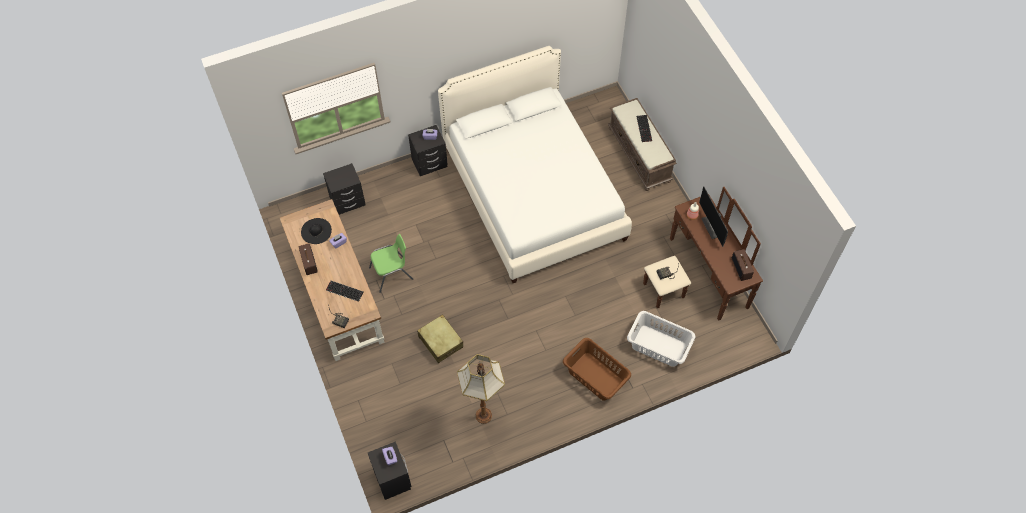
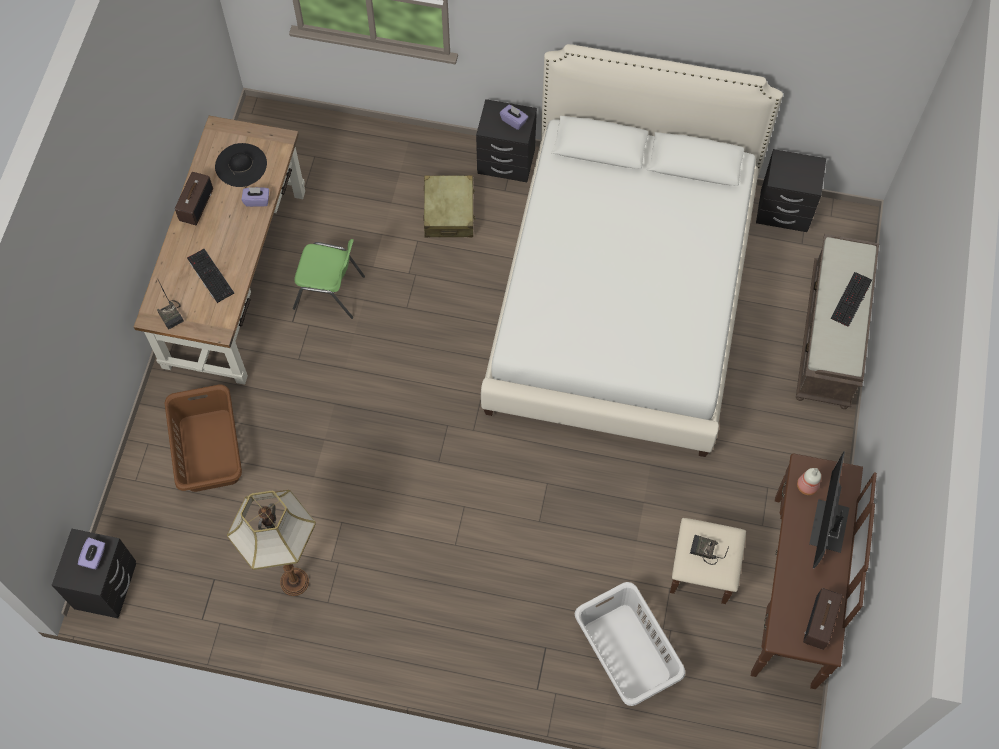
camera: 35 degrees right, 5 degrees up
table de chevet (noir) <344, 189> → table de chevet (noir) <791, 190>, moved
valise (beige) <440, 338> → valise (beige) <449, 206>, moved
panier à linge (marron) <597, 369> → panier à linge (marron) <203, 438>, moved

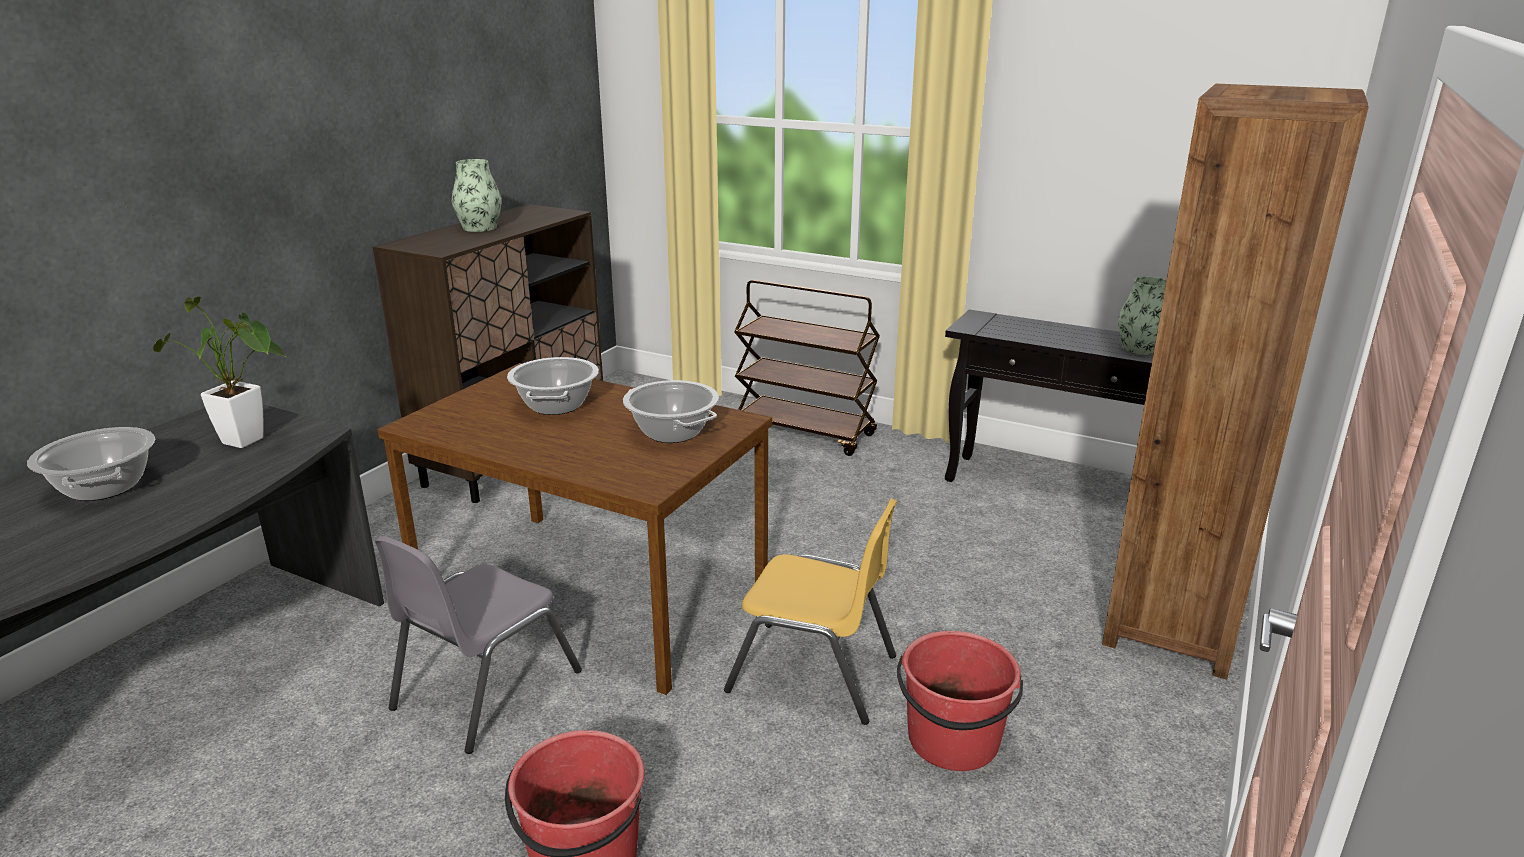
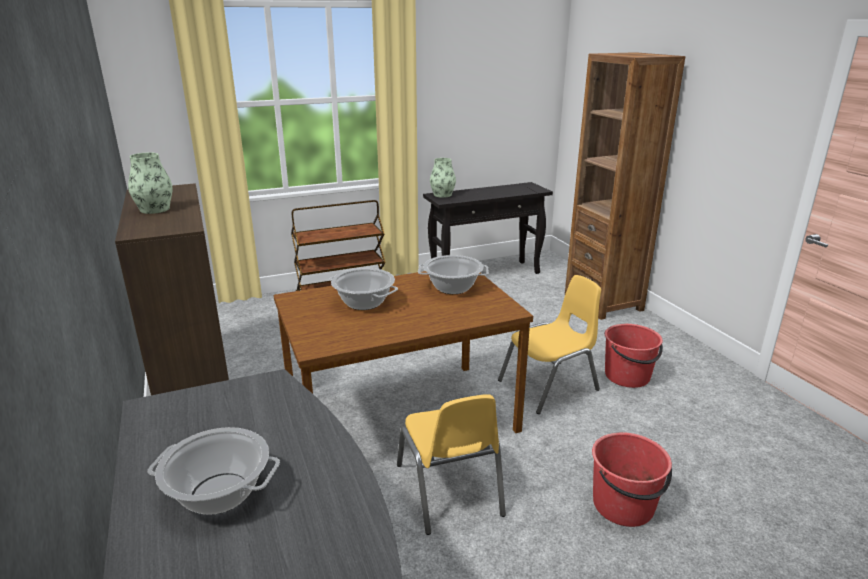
camera: 50 degrees left, 0 degrees up
plante en pot <219, 372> → -
chaise (gris) <478, 645> → chaise (jaune) <451, 464>
vase <1142, 316> → vase <443, 178>, moved

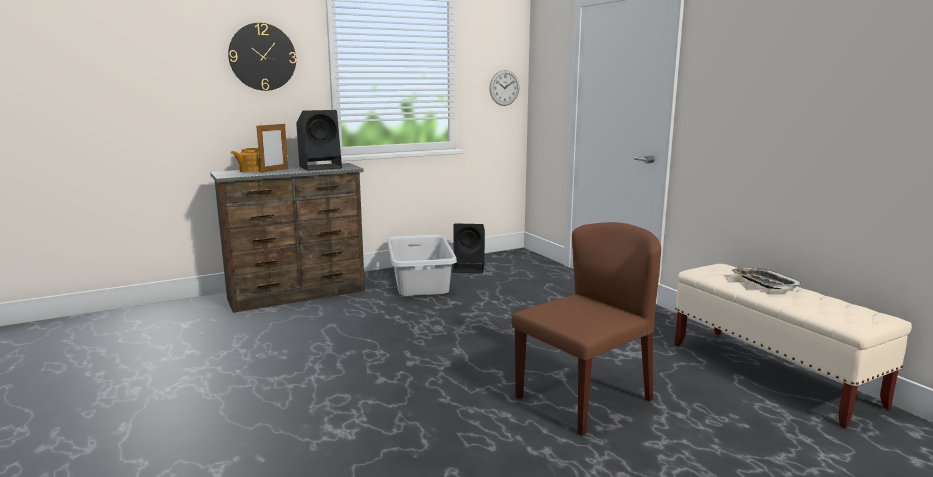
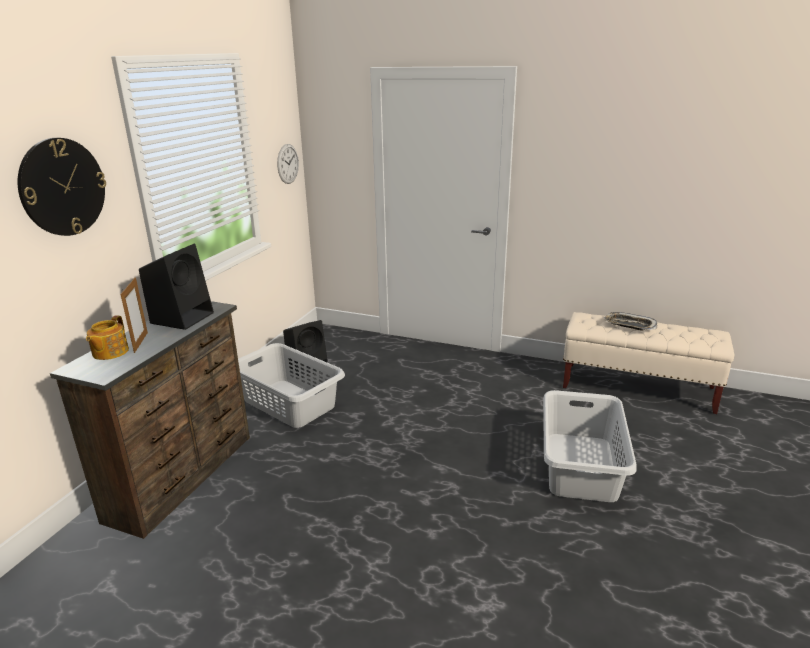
camera: 40 degrees left, 10 degrees up
chaise (marron) <586, 329> → panier à linge (gris) <590, 446>

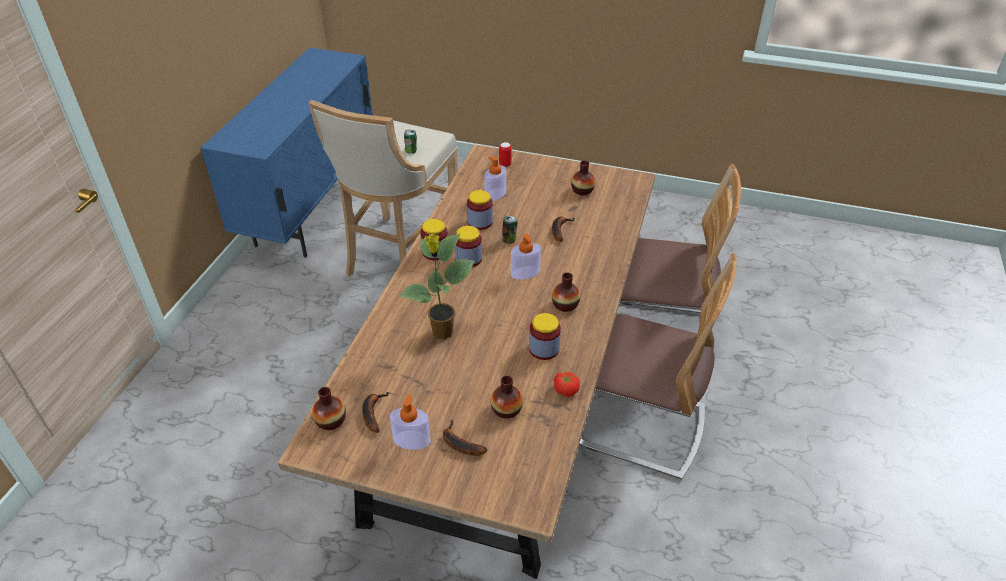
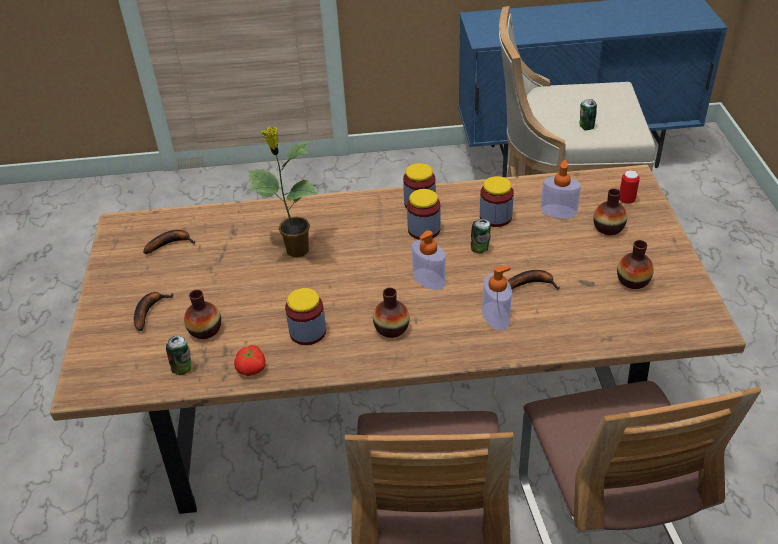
camera: 70 degrees right, 0 degrees up
vase <329, 408> → vase <610, 212>, moved
distributeur de savon <410, 422> → distributeur de savon <497, 298>, moved
- → boîte métallique <178, 355>

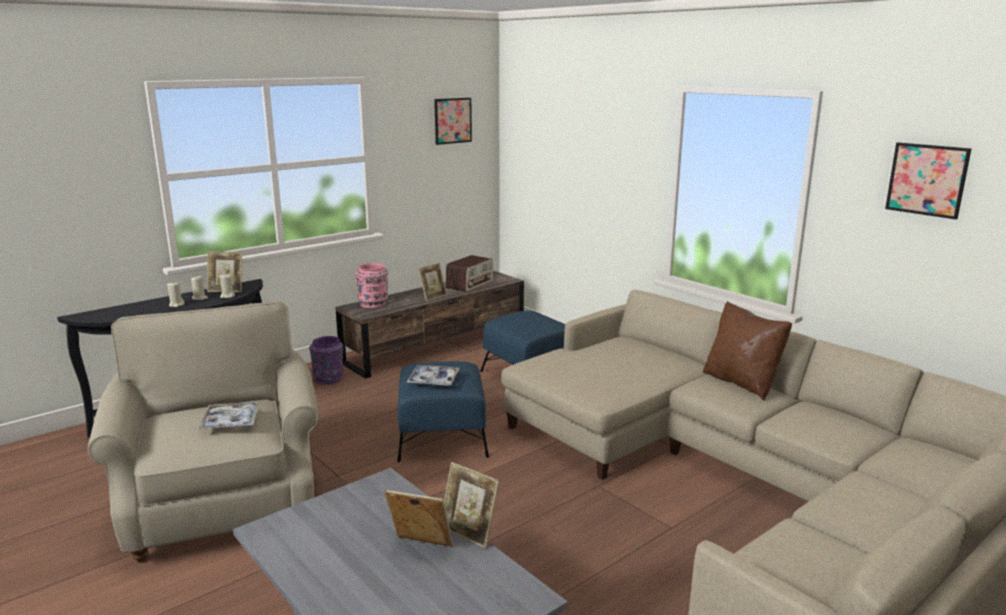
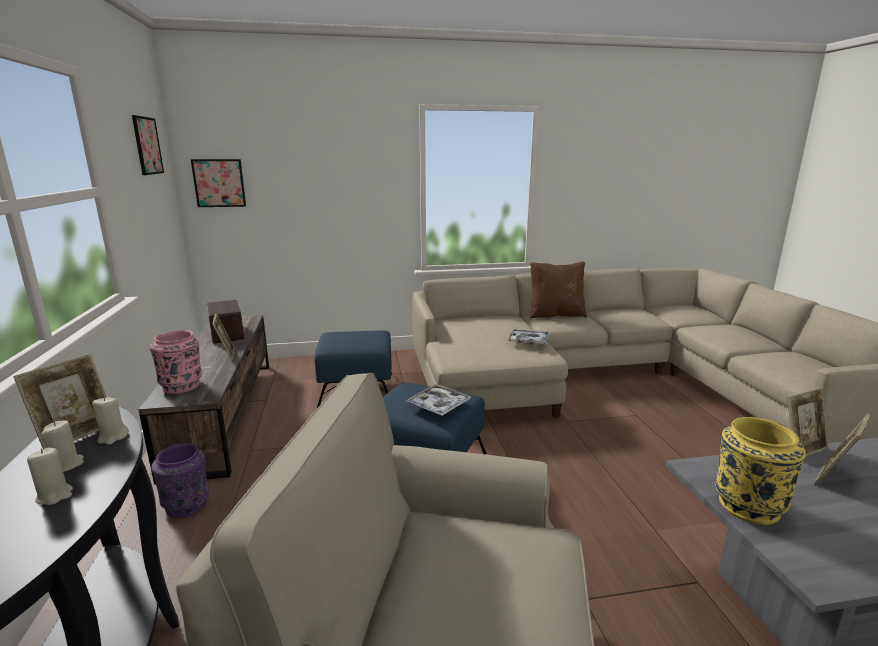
camera: 60 degrees left, 0 degrees up
plateau <229, 415> → plateau <528, 337>, moved
tableau <928, 180> → tableau <218, 183>, moved
- → vase (jaune) <760, 471>

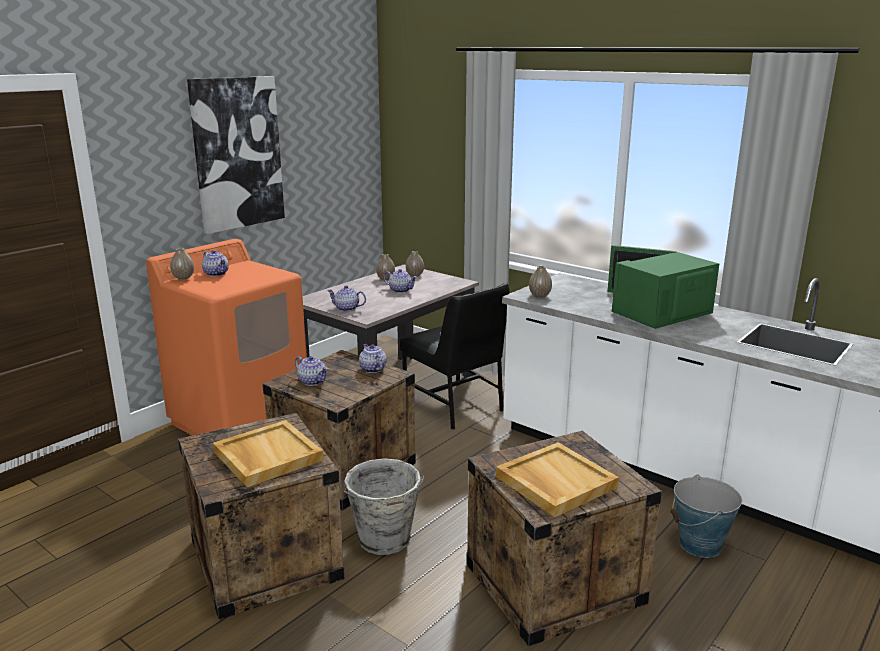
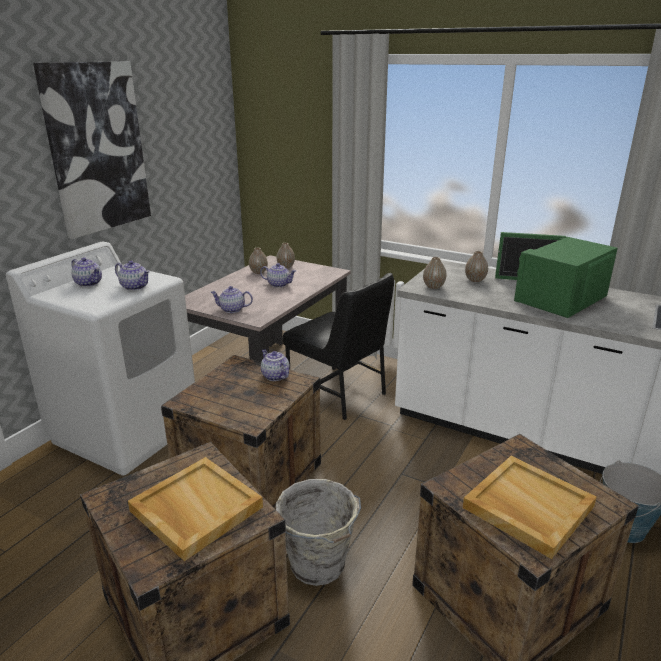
camera: 10 degrees left, 5 degrees up
lave-linge (orange) <226, 337> → lave-linge (blanc) <100, 358>
vase <182, 264> → vase <476, 266>, moved
théière <311, 371> → théière <132, 275>, moved

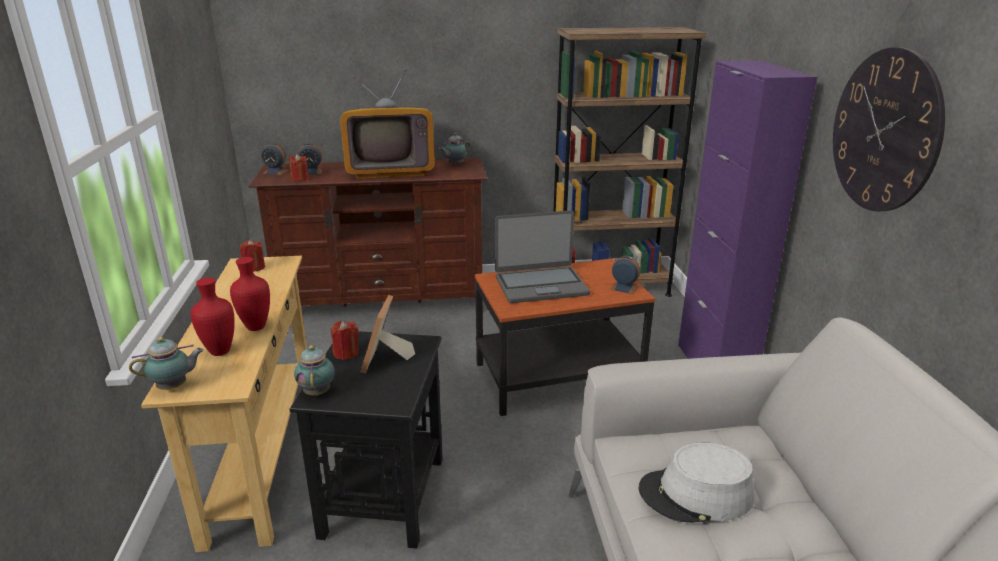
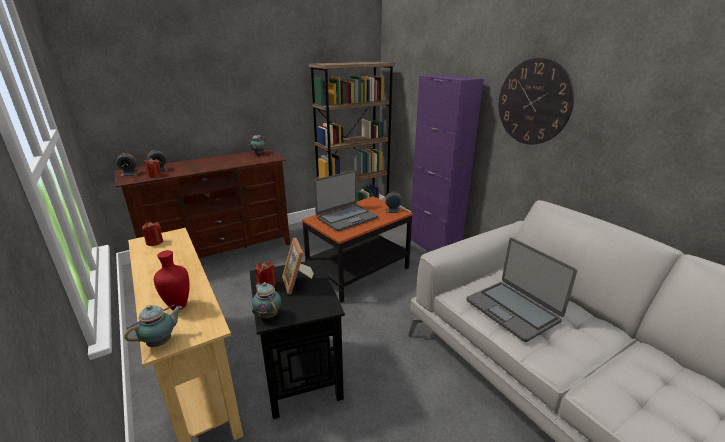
camera: 25 degrees left, 0 degrees up
vase (rouge) <250, 294> → -
téléviseur <387, 123> → -
chapeau (gris) <696, 482> → ordinateur portable <521, 290>

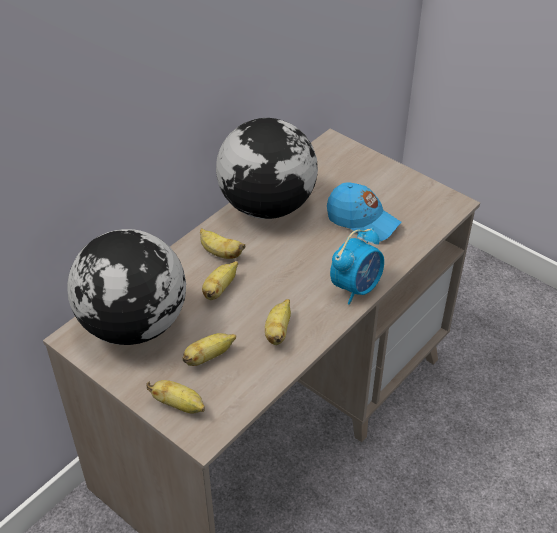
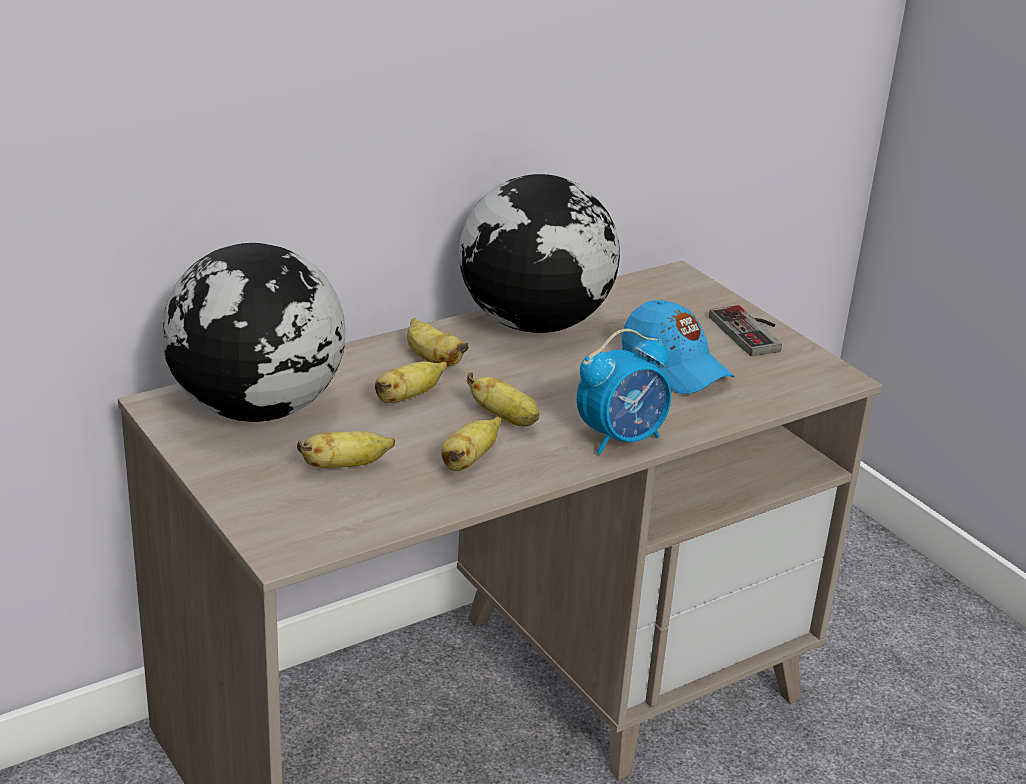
camera: 15 degrees right, 15 degrees down
banane <175, 397> → banane <503, 399>, moved
- → manette <745, 330>

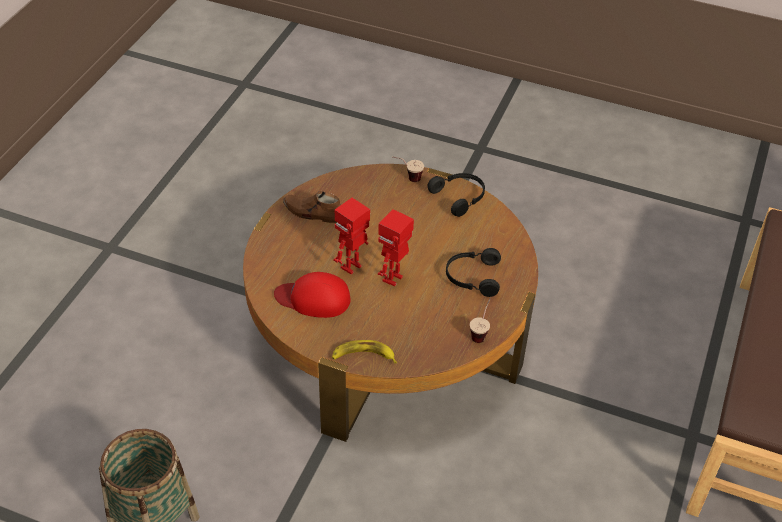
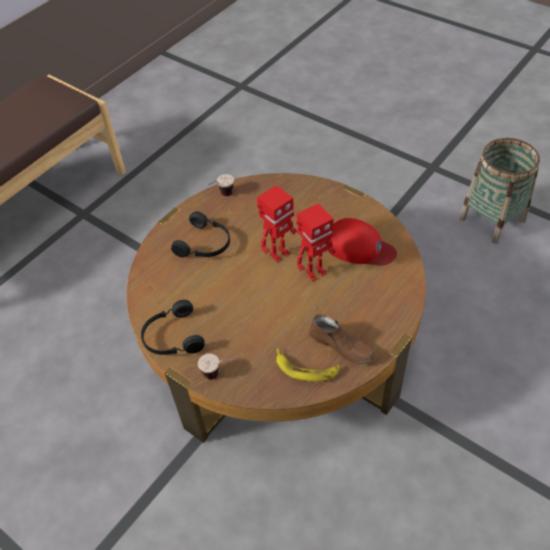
camera: 160 degrees left, 5 degrees up
banane <364, 352> → banane <308, 365>, moved

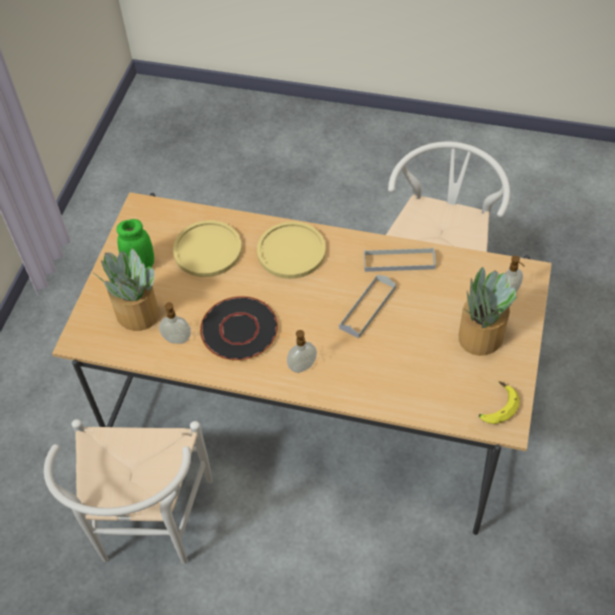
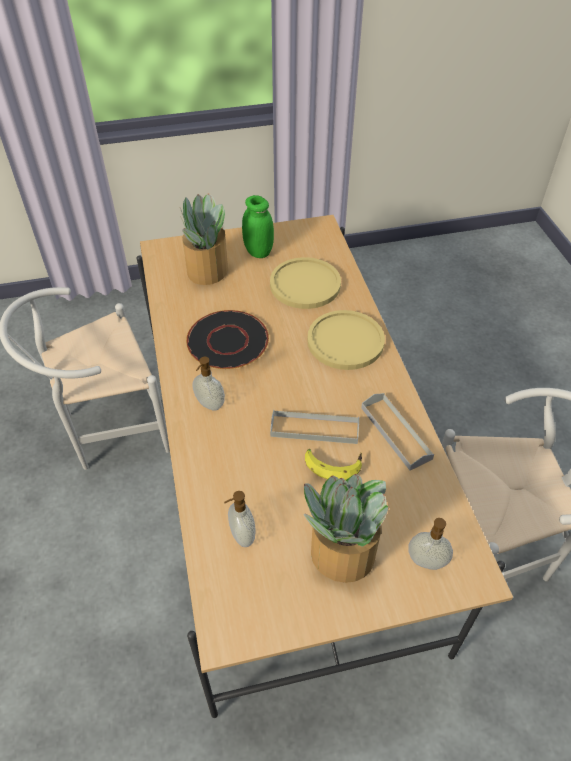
camera: 60 degrees right, 5 degrees down
distributeur de savon <175, 323> → distributeur de savon <240, 519>, moved
banane <499, 402> → banane <333, 464>, moved

